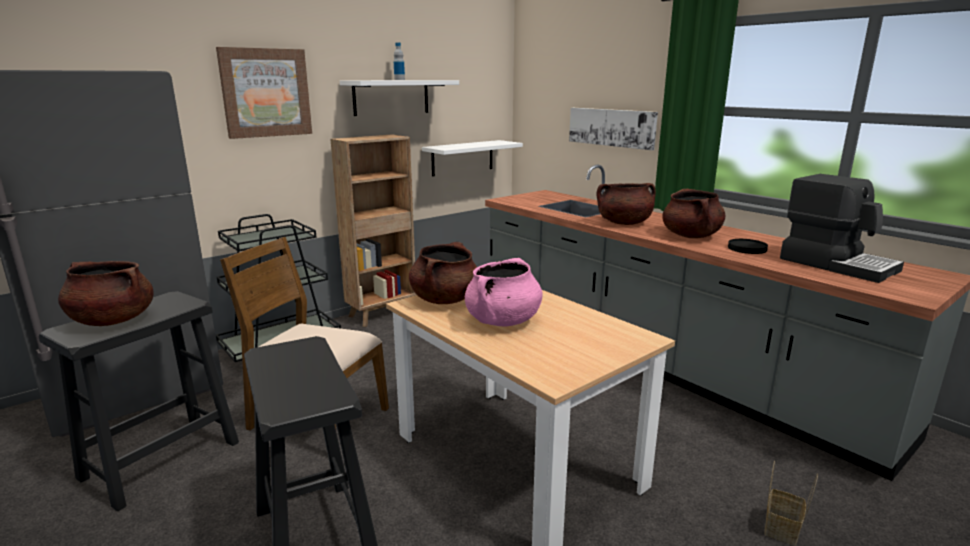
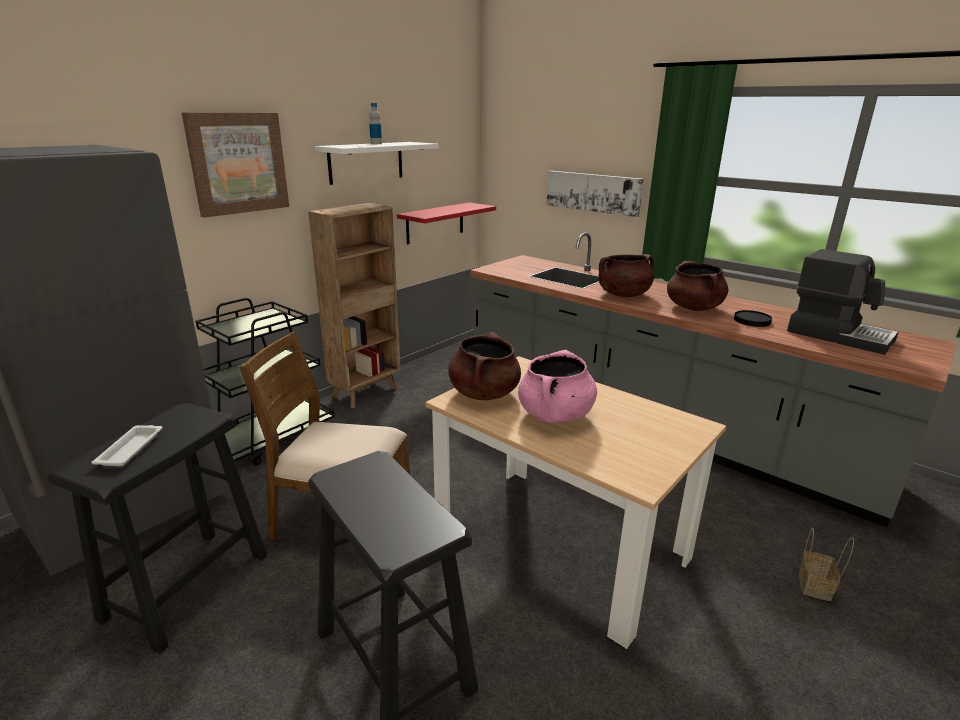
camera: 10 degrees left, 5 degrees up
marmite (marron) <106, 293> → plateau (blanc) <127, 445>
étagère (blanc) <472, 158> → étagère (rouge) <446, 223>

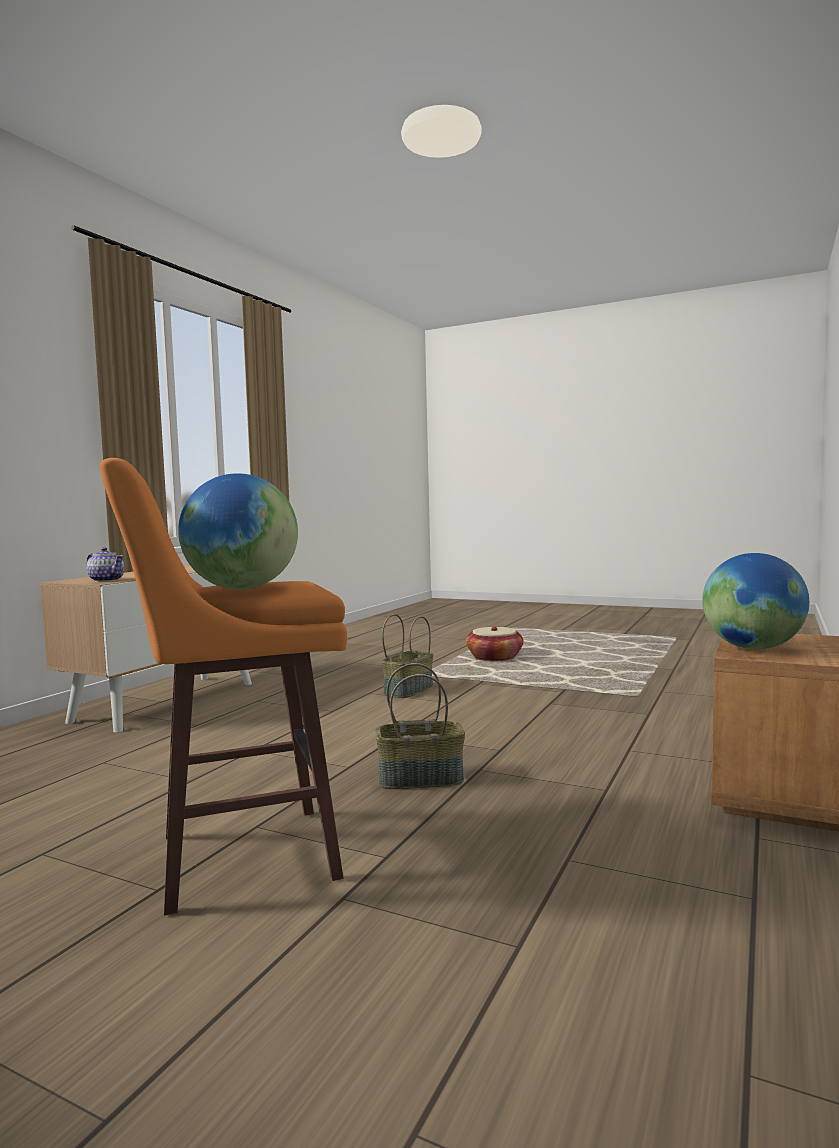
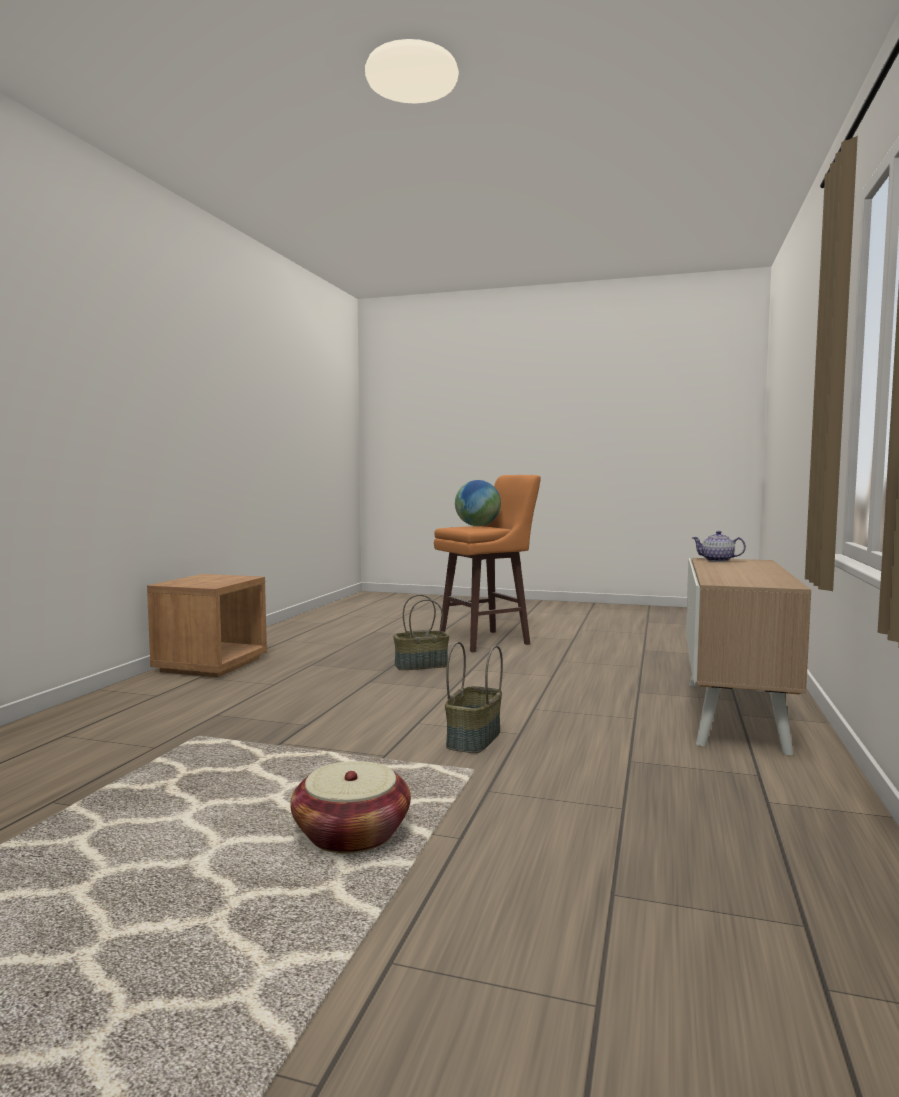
camera: 170 degrees right, 0 degrees up
globe <755, 601> → -

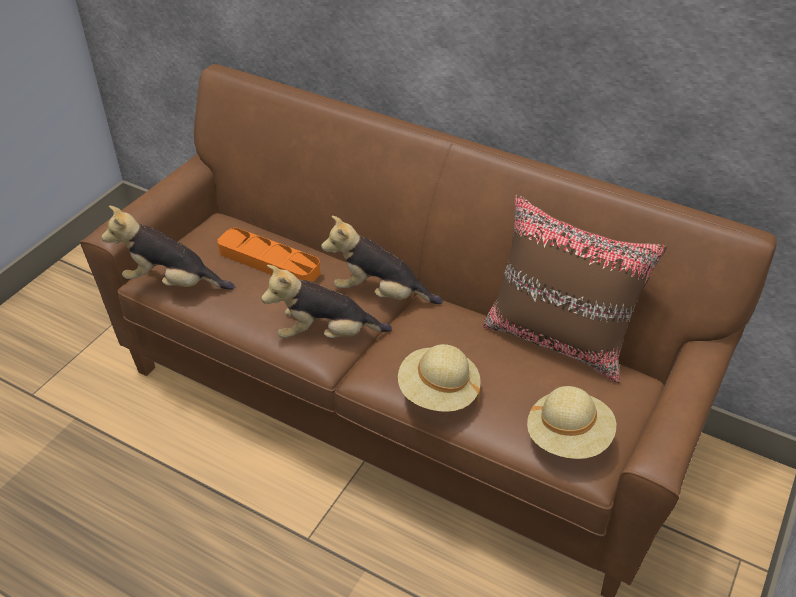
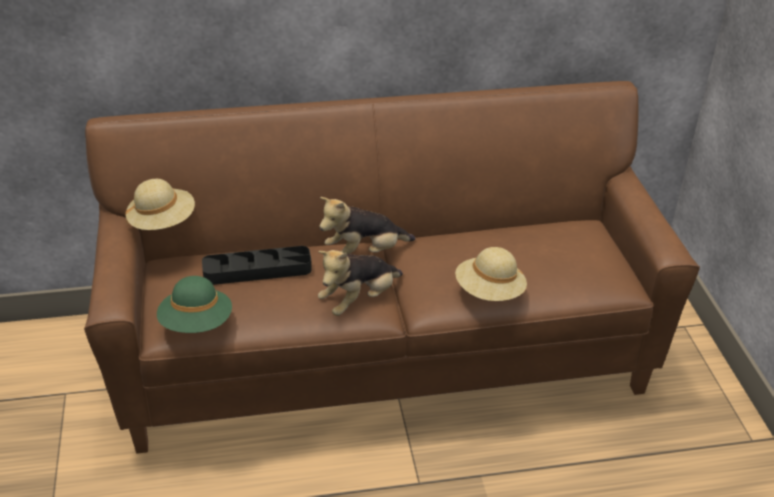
camera: 40 degrees left, 5 degrees down
peluche <168, 247> → chapeau (vert) <194, 304>
plateau (orange) <269, 255> → plateau (noir) <257, 265>
coussin (marron) <575, 288> → -
chapeau (beige) <571, 422> → chapeau (beige) <160, 204>, moved

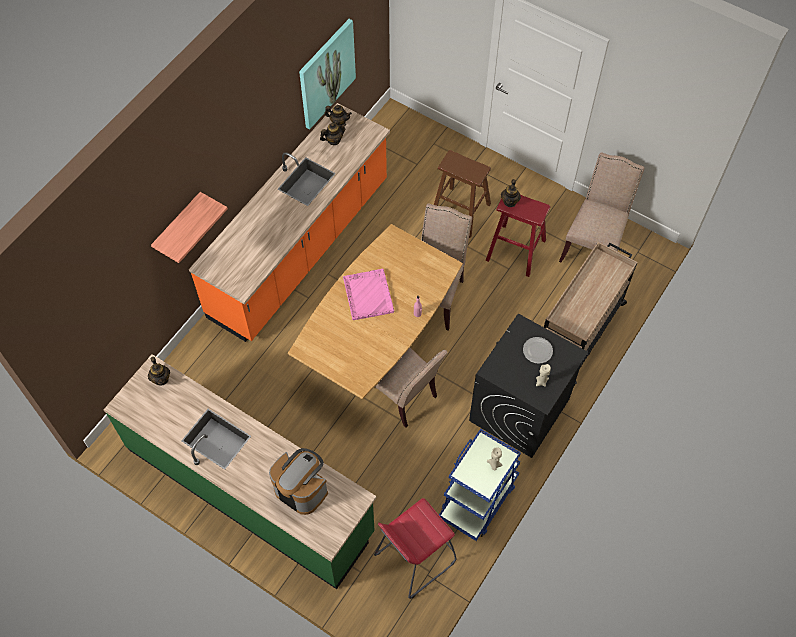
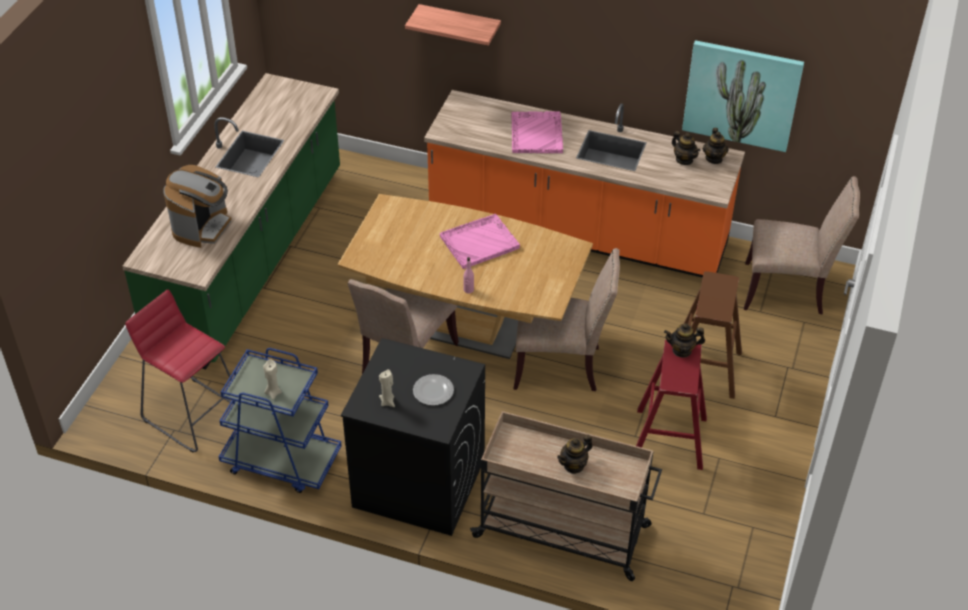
camera: 75 degrees right, 15 degrees down
théière <159, 371> → théière <575, 454>, moved
chaise (beige) <601, 207> → chaise (beige) <802, 245>, moved
- → plateau (rose) <537, 132>

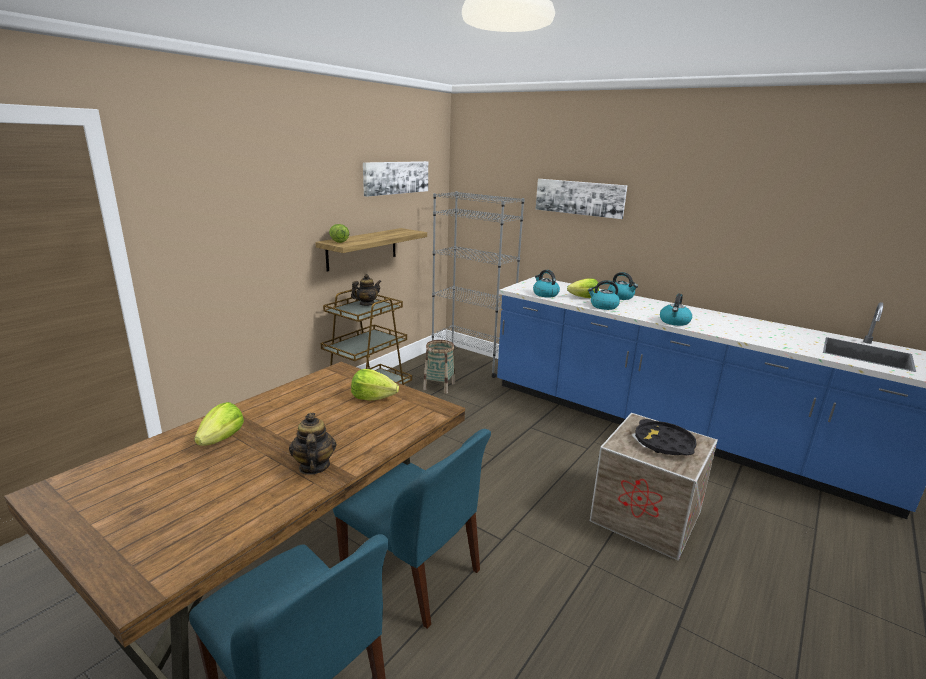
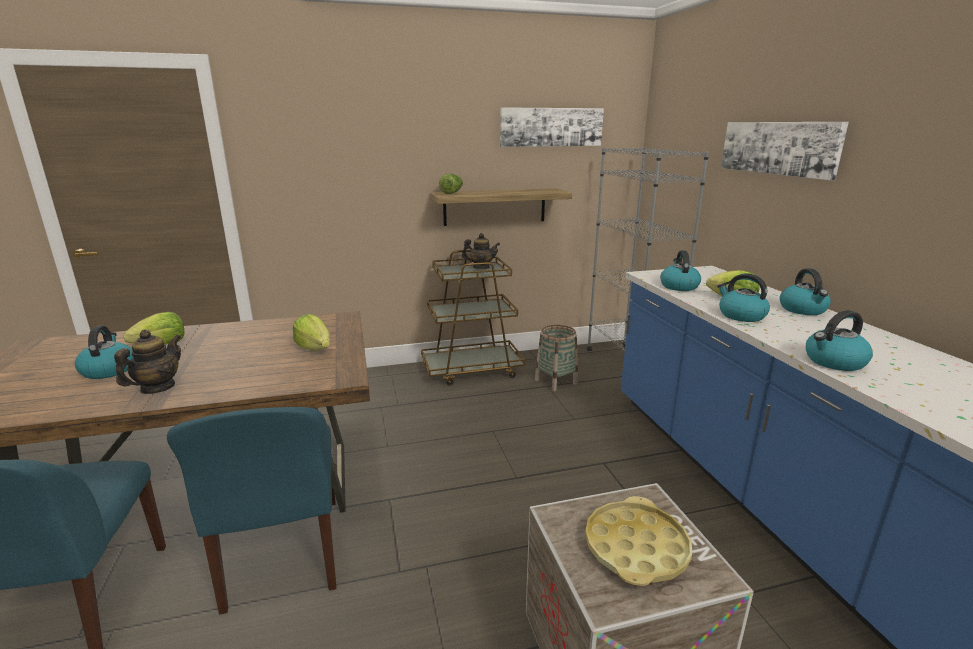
camera: 40 degrees right, 0 degrees up
plateau (noir) <666, 437> → plateau (jaune) <638, 541>
- → bouilloire <104, 352>

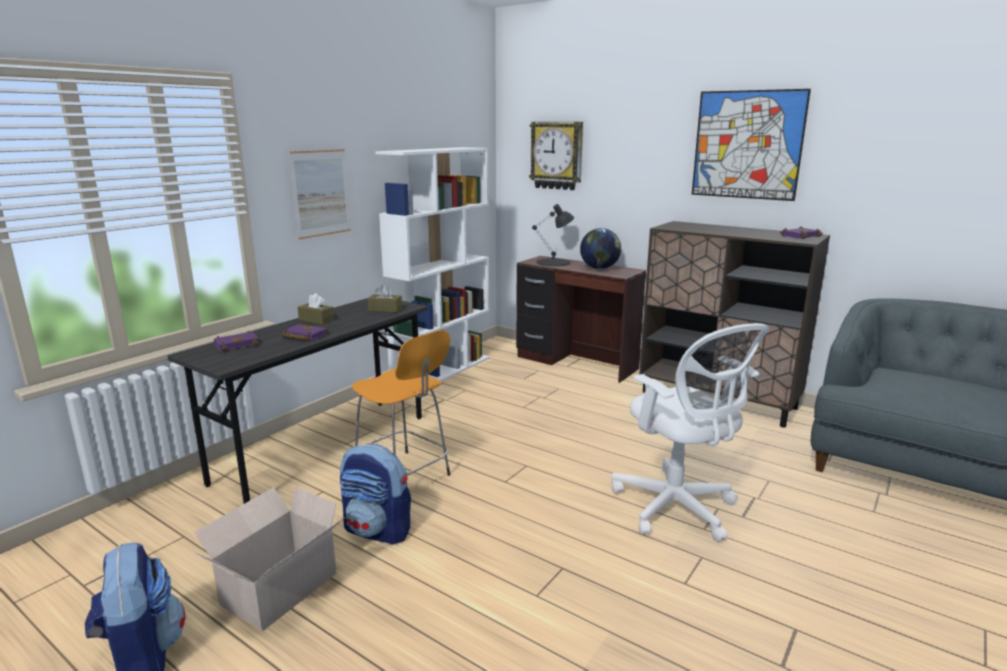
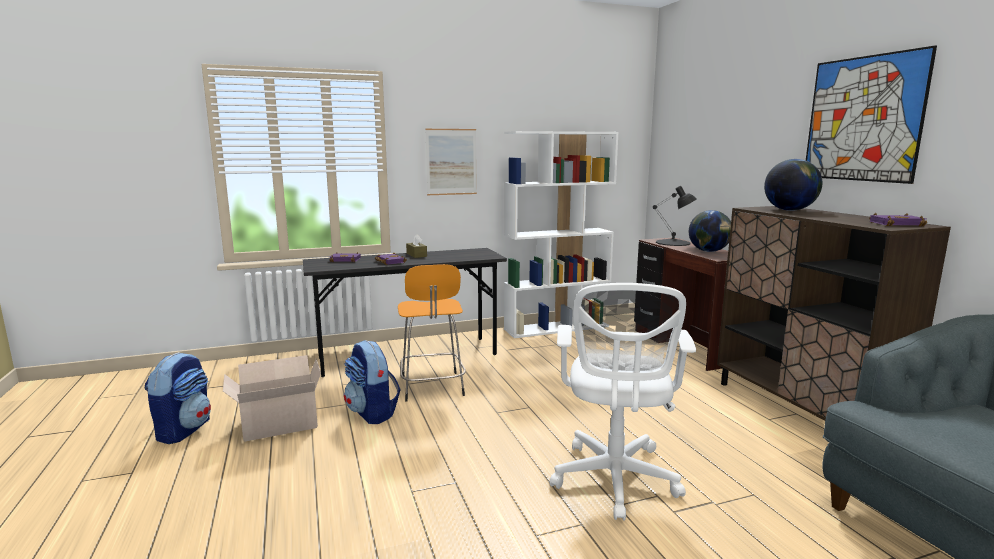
camera: 35 degrees right, 5 degrees down
boîte à mouchoirs (marron) <384, 298> → -
horloge murale <556, 156> → -
- → globe <793, 185>

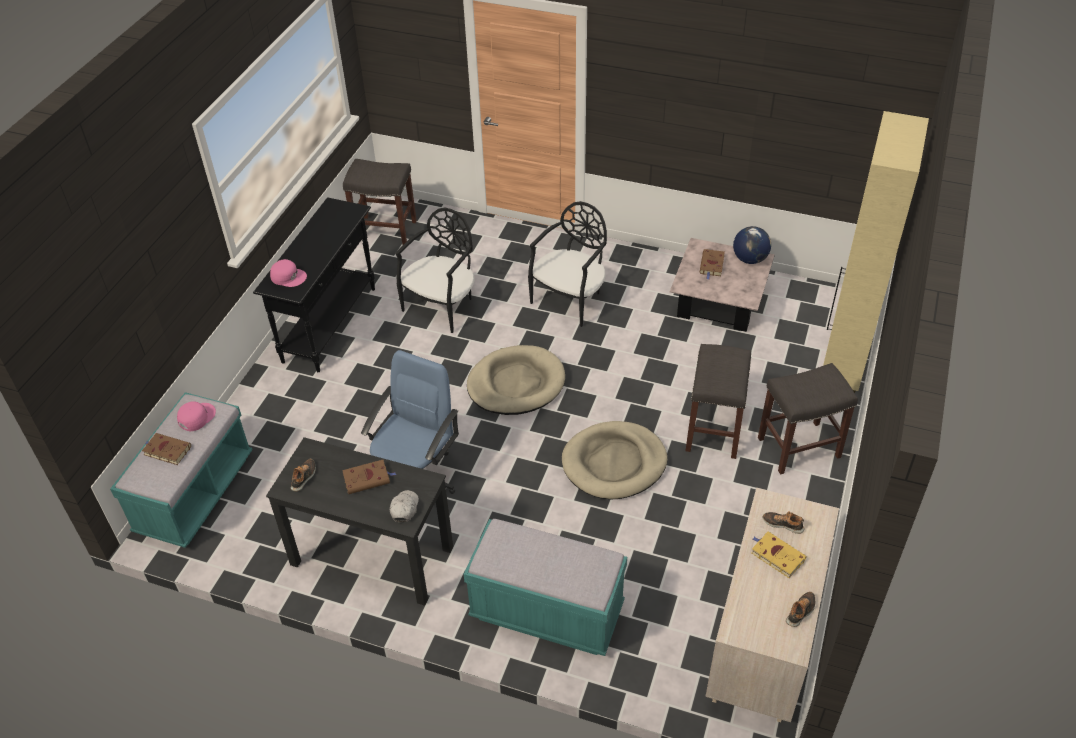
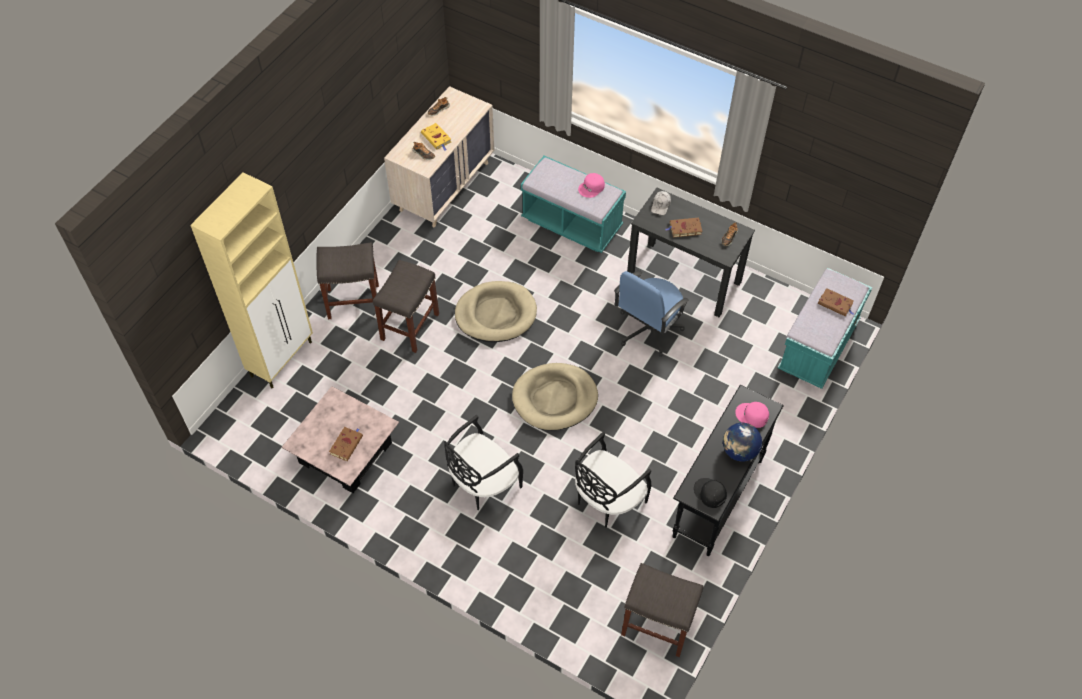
camera: 170 degrees left, 10 degrees up
casquette (rose) <196, 416> → casquette (rose) <591, 185>, moved
globe <752, 245> → globe <742, 442>, moved
- → casquette (noir) <710, 493>

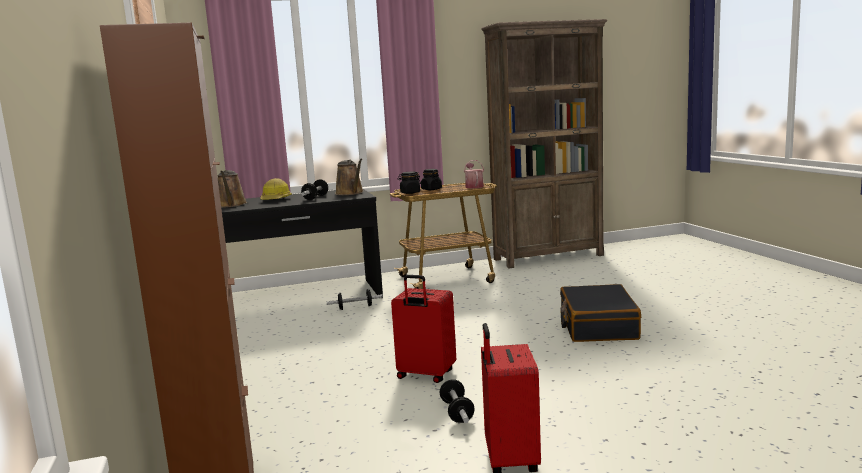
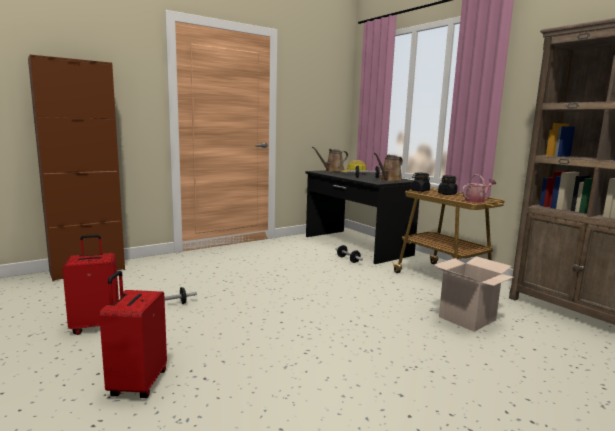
camera: 70 degrees right, 0 degrees up
valise (rouge) <423, 329> → valise (rouge) <133, 334>, moved
valise (noir) <600, 313> → -
- → carton <474, 294>

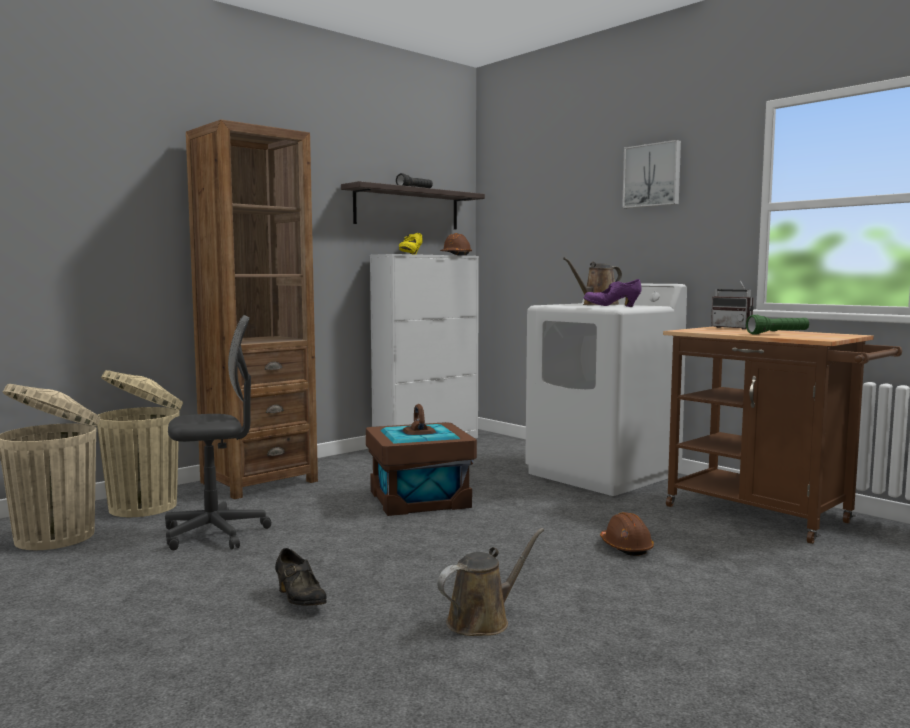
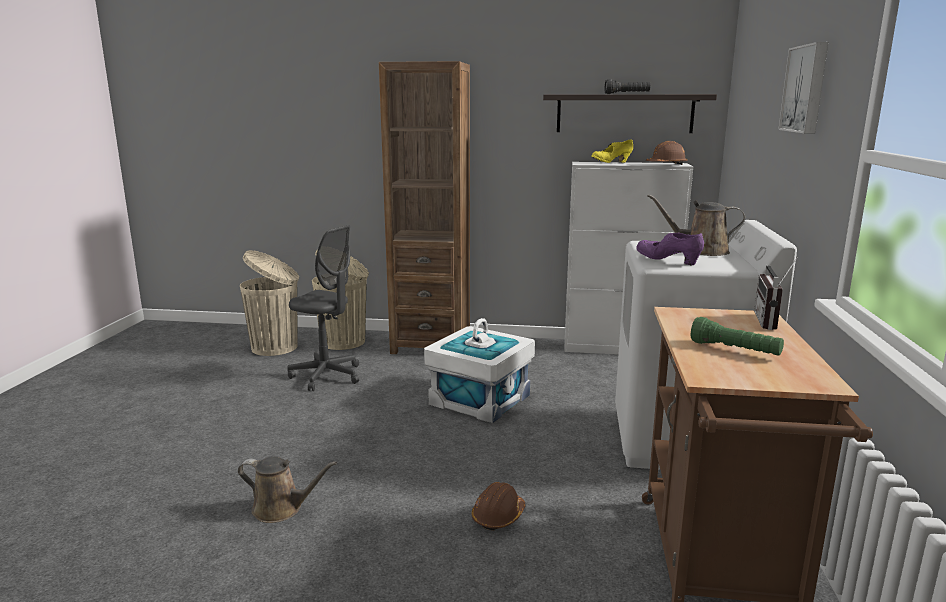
camera: 50 degrees right, 10 degrees up
chaussure (noir) <301, 577> → -
boîte de rangement (marron) <421, 460> → boîte de rangement (blanc) <479, 370>

